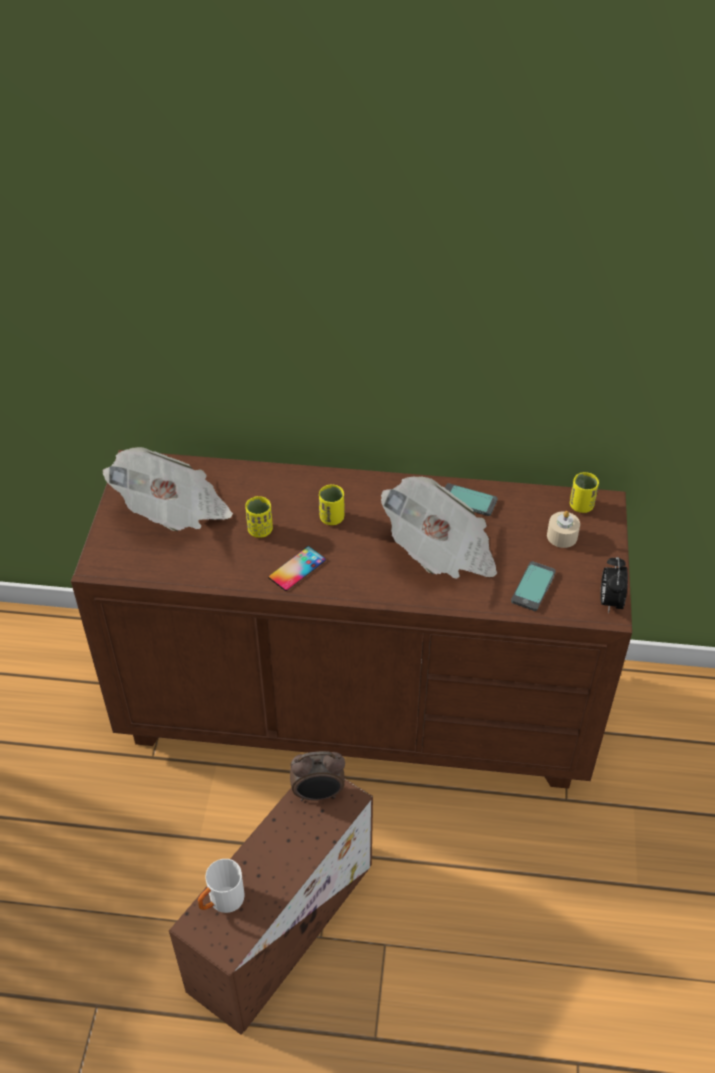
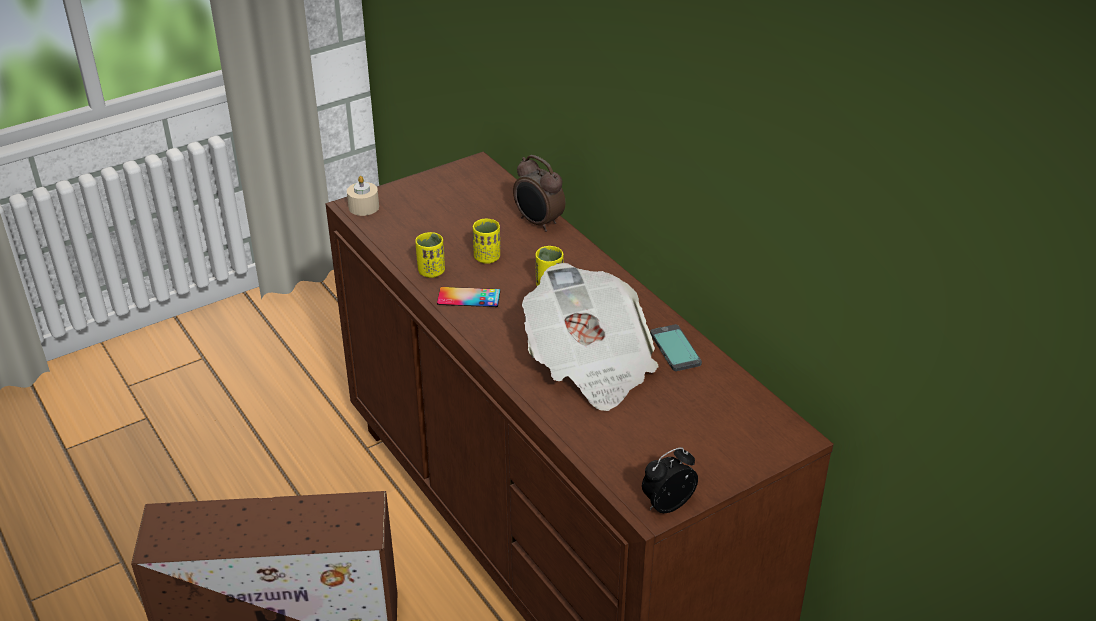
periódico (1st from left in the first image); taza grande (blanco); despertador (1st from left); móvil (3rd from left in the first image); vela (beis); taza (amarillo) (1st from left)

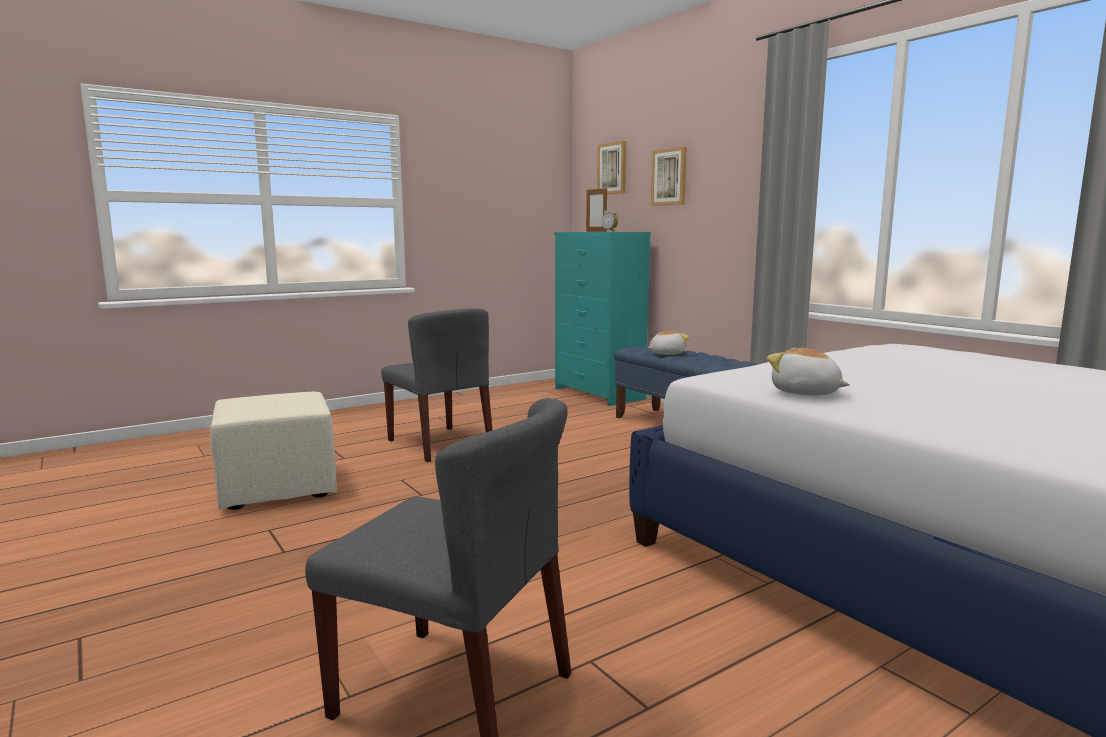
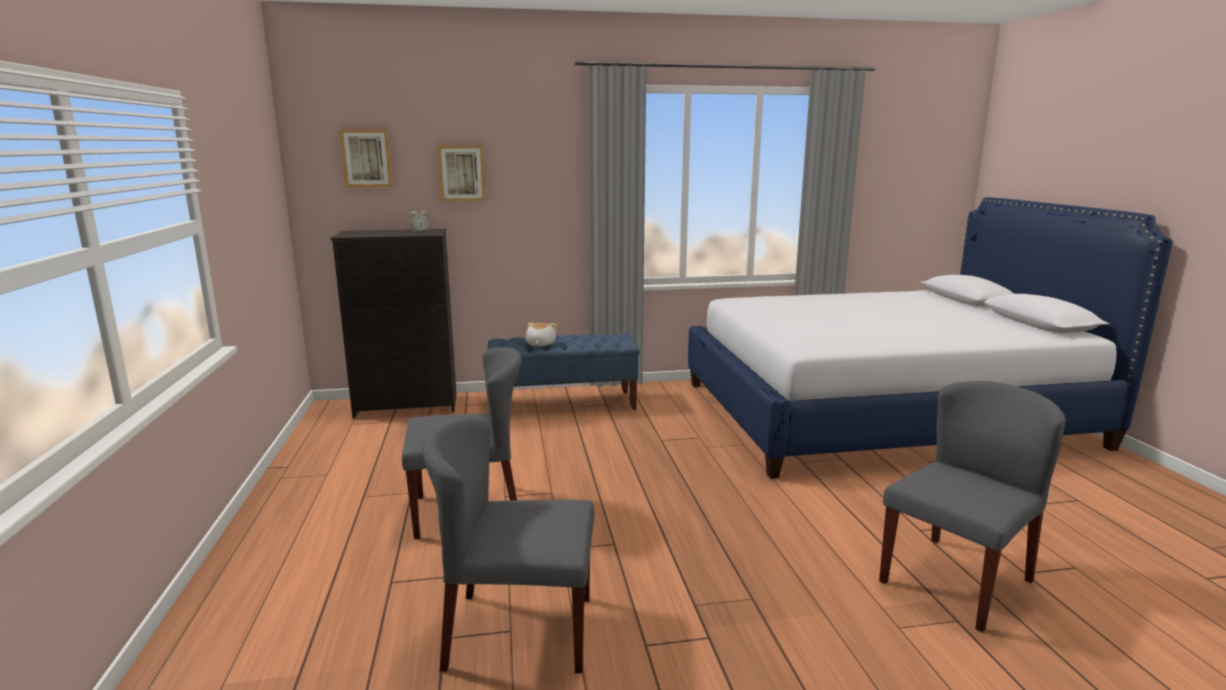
silla (gris) (2nd from left); cómoda (negro); portarretratos; peluche (2nd from left in the first image)

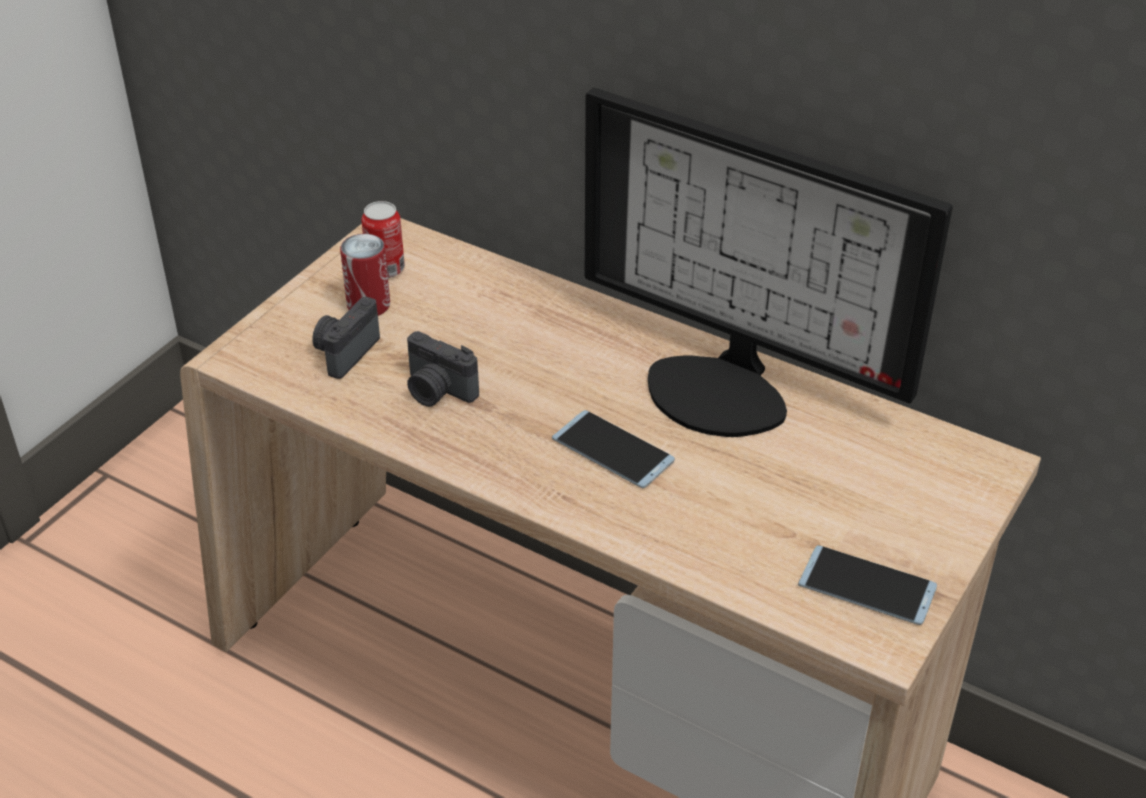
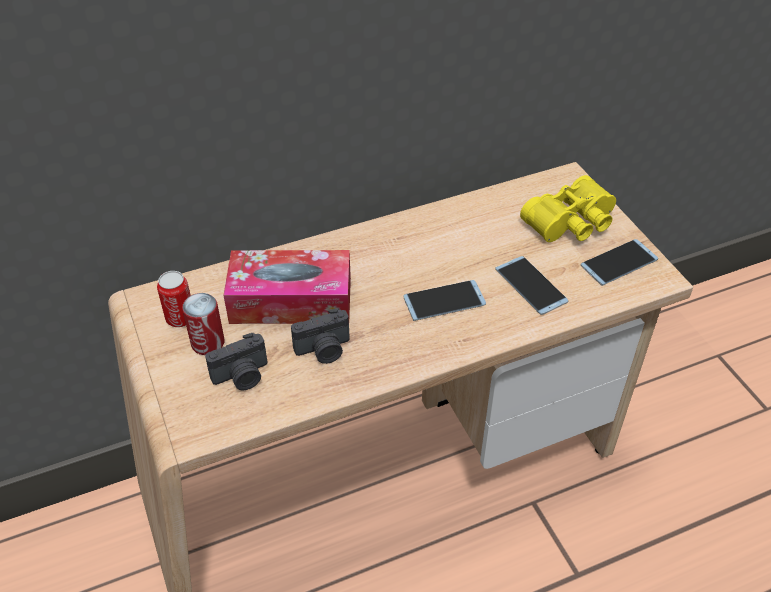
cámara (1st from left); monitor; caja de pañuelos; móvil (2nd from left); prismáticos (amarillo)

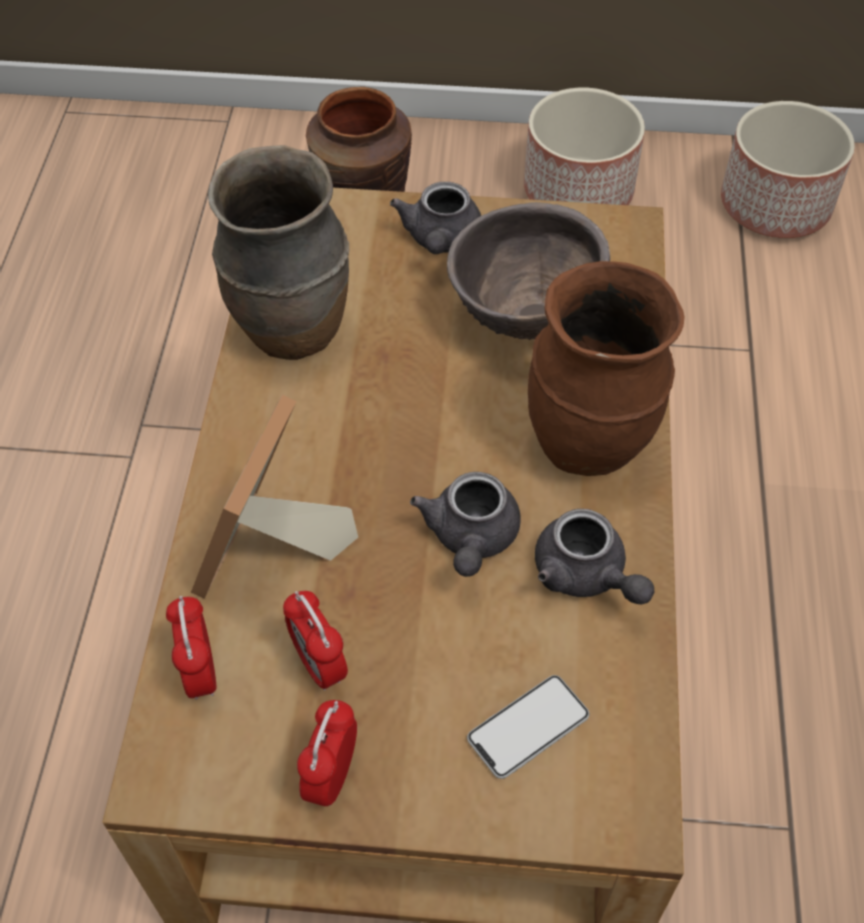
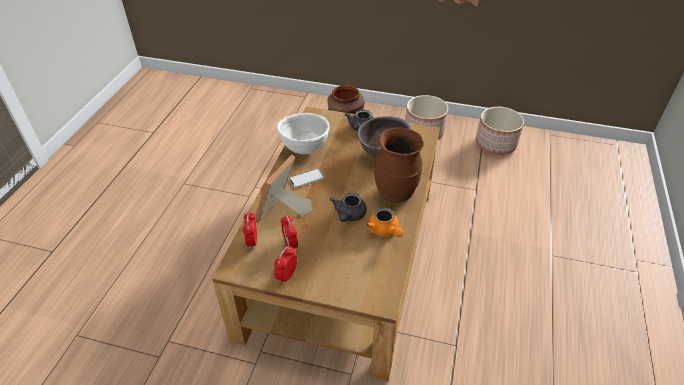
cuenco (blanco); móvil; tetera (naranja)

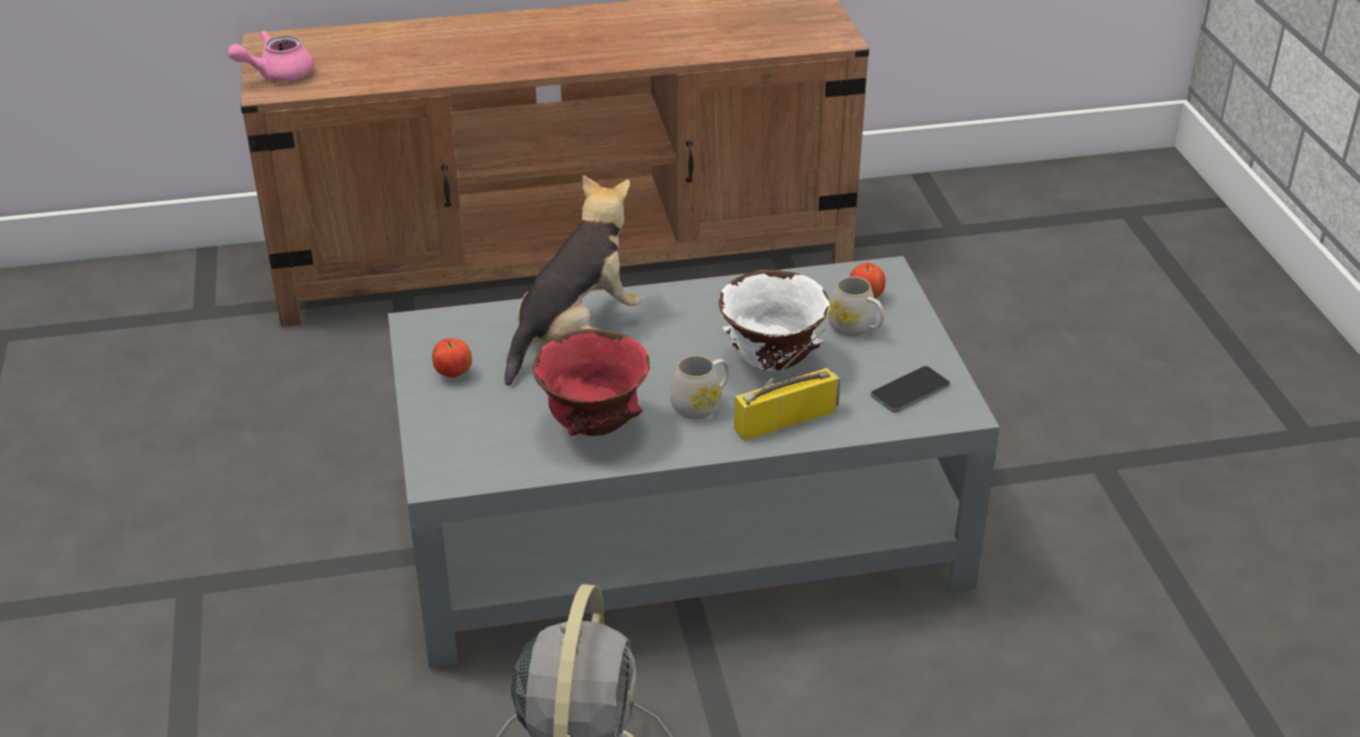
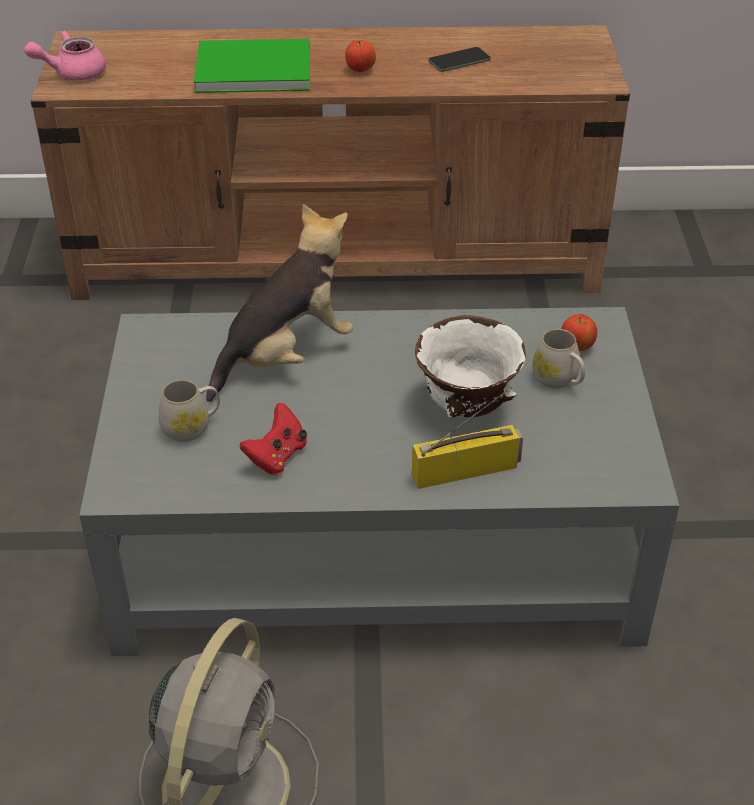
manzana (1st from left); mando de consola (rojo); taza grande (blanco) (1st from left); móvil; libro (verde)

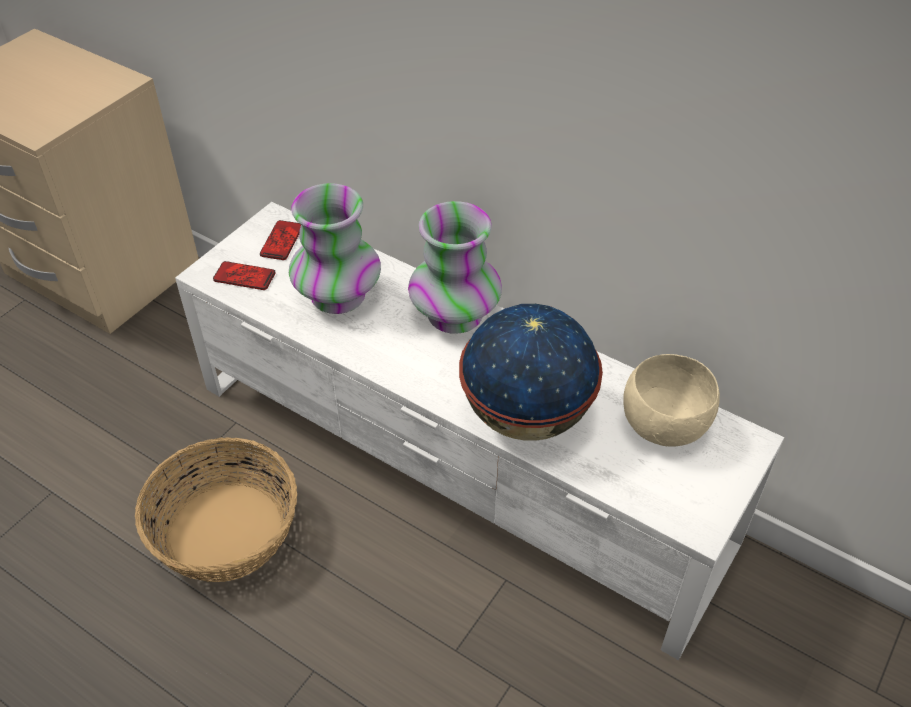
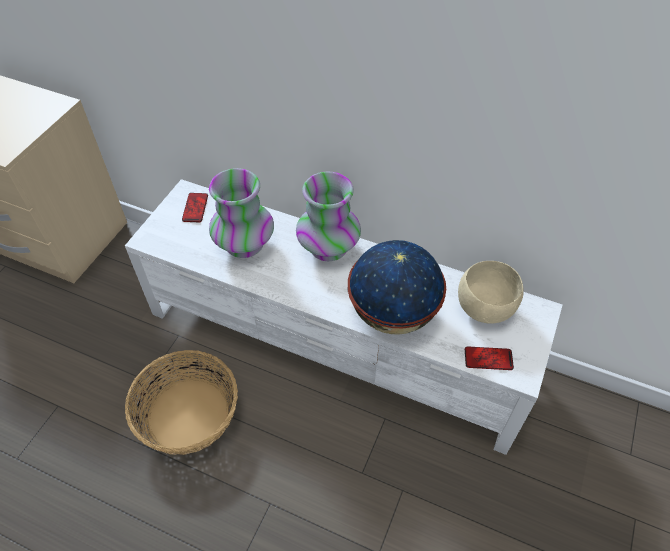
móvil (2nd from left)

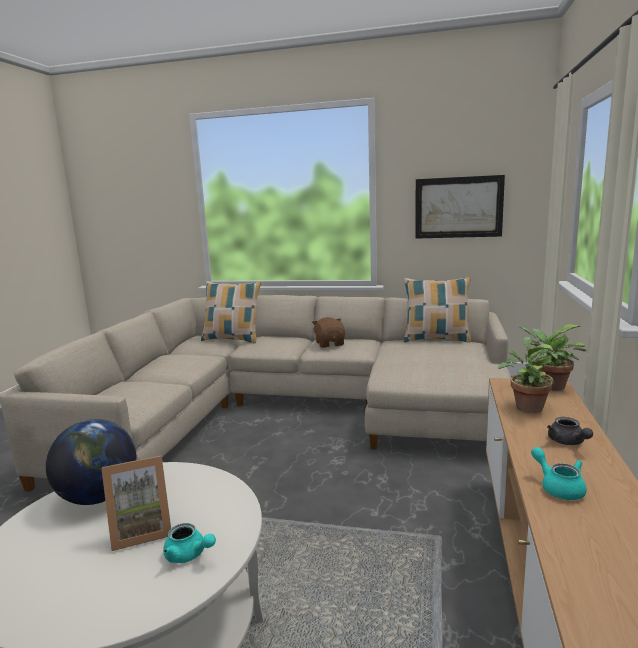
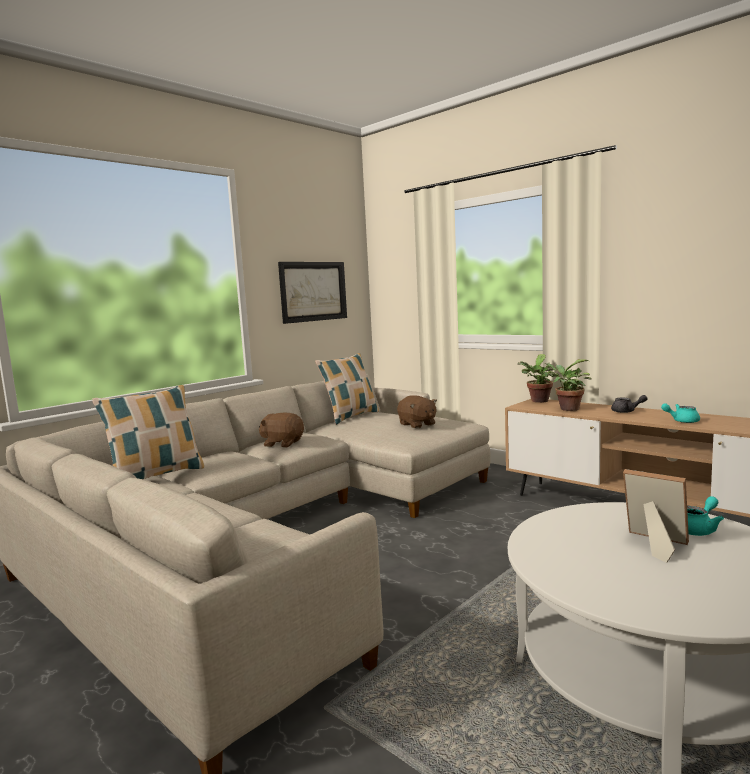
globo terráqueo; portarretratos; peluche (marrón) (2nd from left)

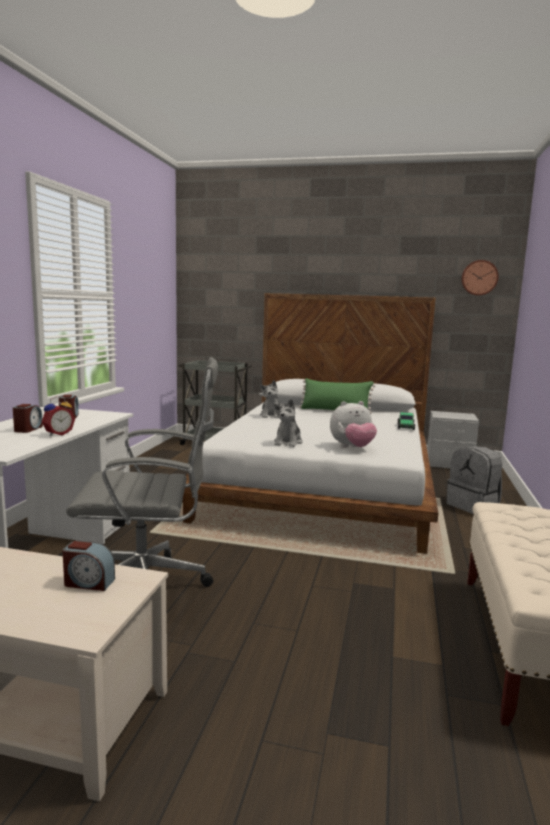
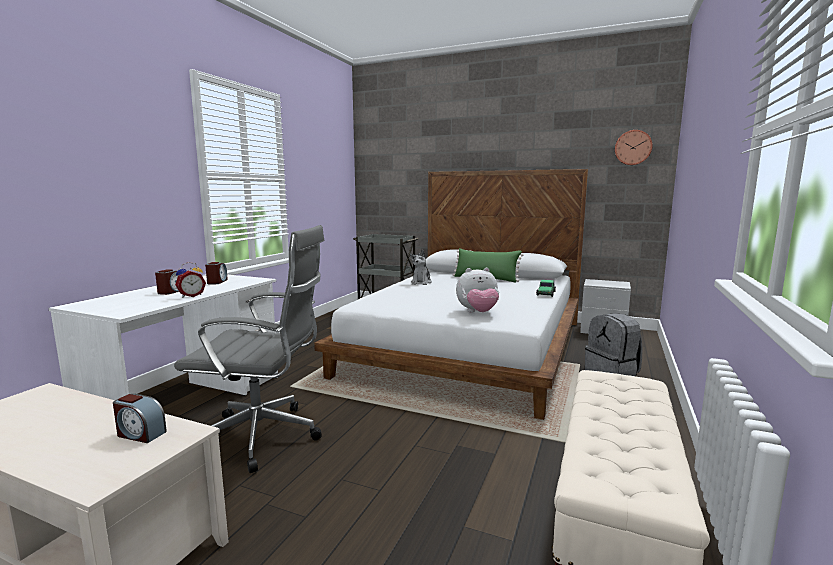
peluche (2nd from left in the first image)

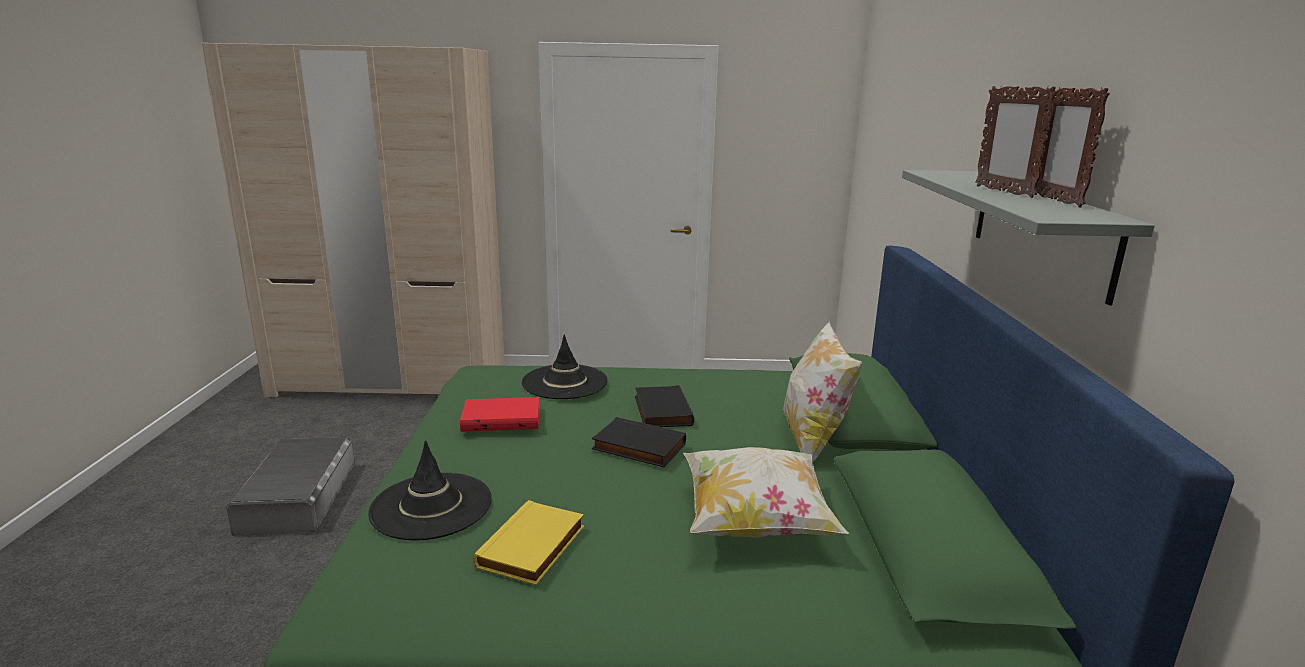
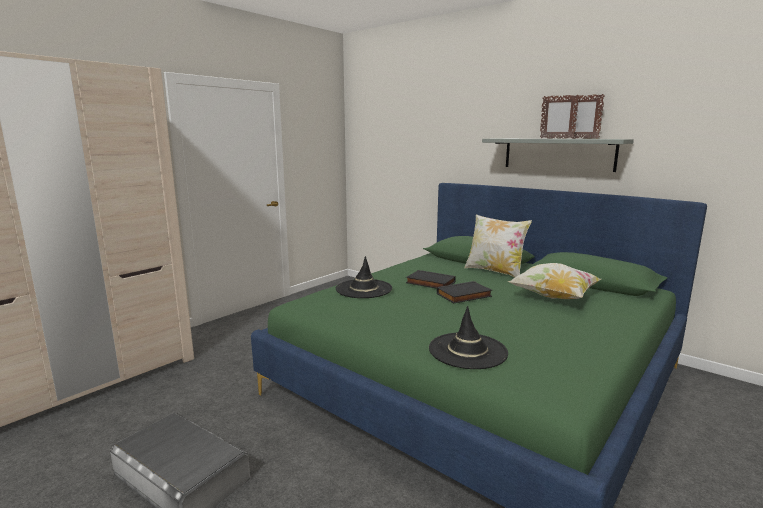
libro (rojo); libro (amarillo)

